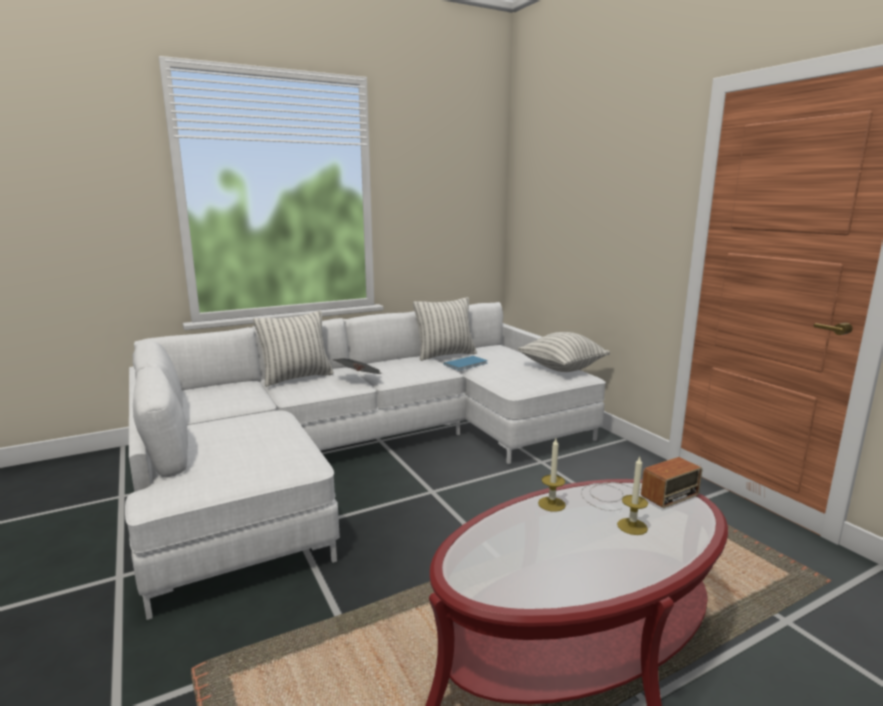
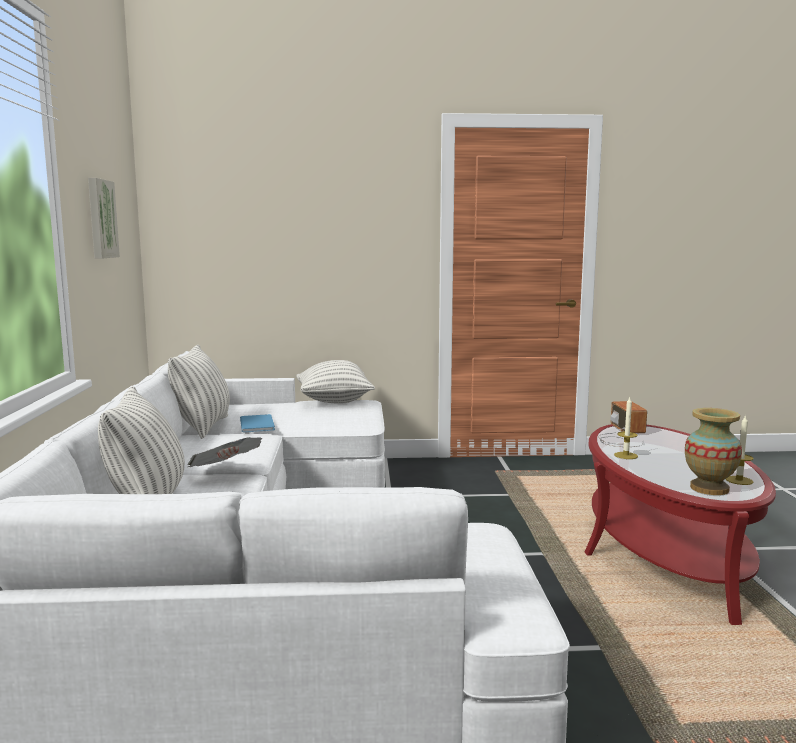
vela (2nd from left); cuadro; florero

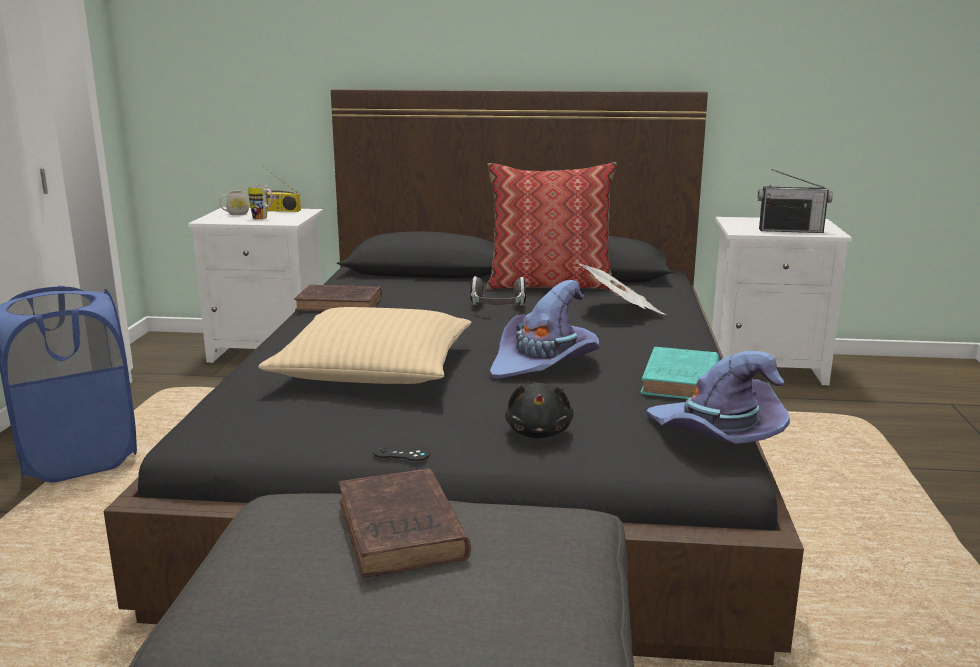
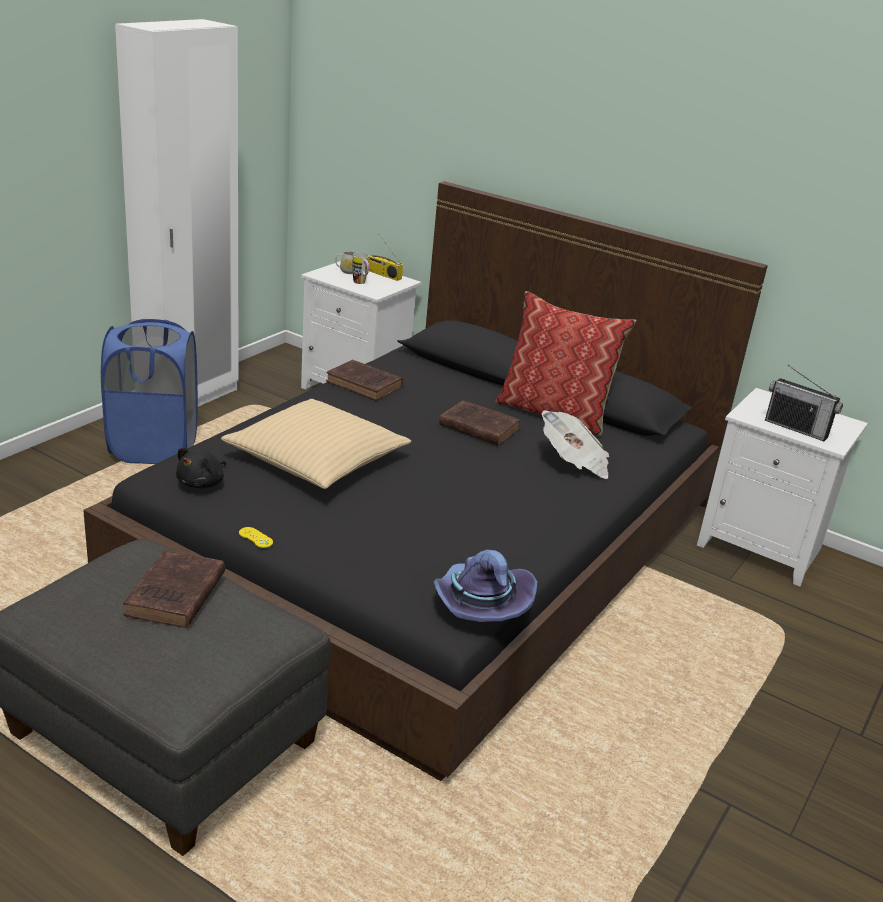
mando de consola (amarillo); libro (marrón) (3rd from left); sombrero (morado) (1st from left in the first image); peluche (negro); libro (turquesa)

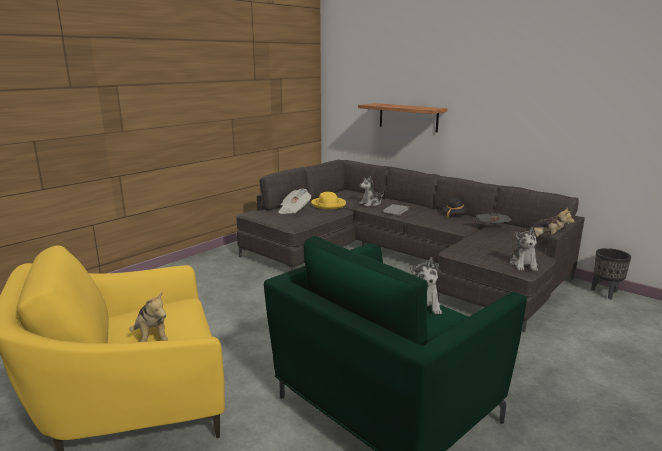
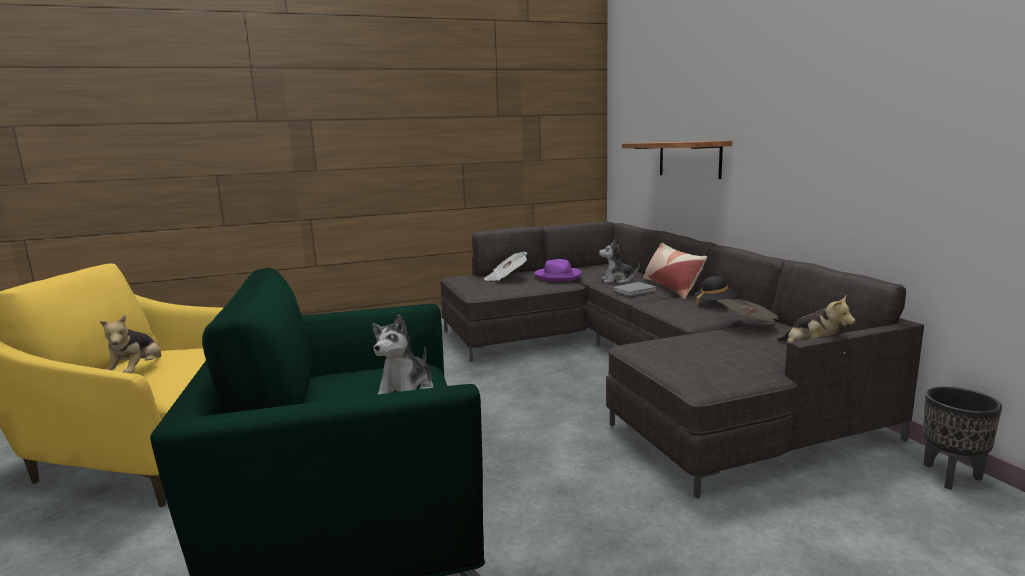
sombrero (morado); peluche (4th from left in the first image); cojín

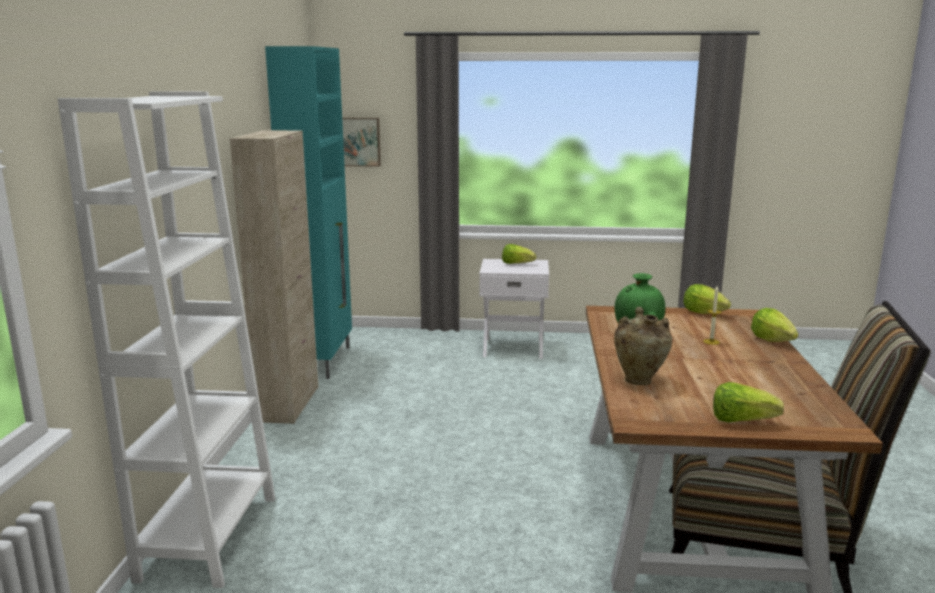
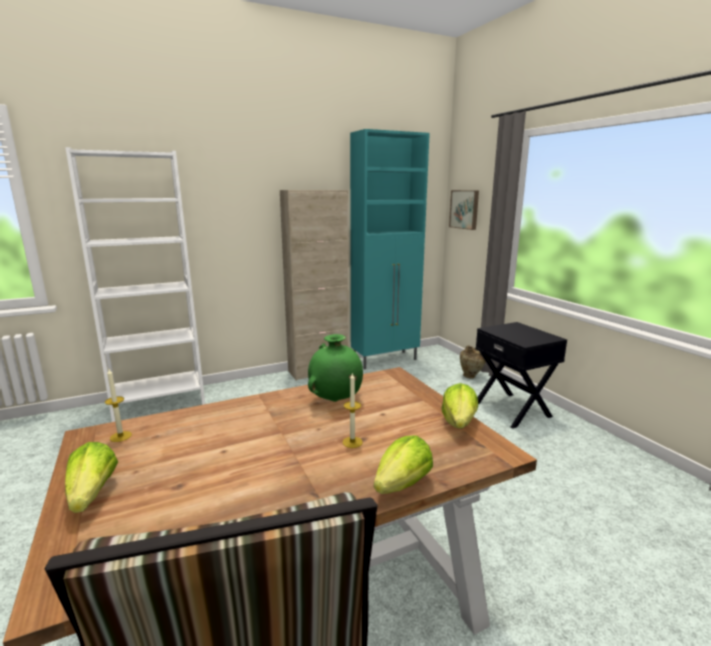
mesita de noche (negro); lechuga (1st from left in the first image); florero (beis); vela (1st from left)

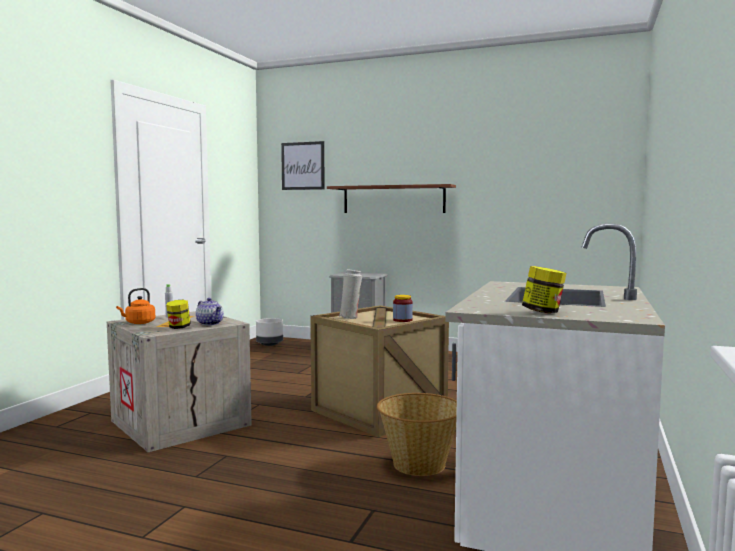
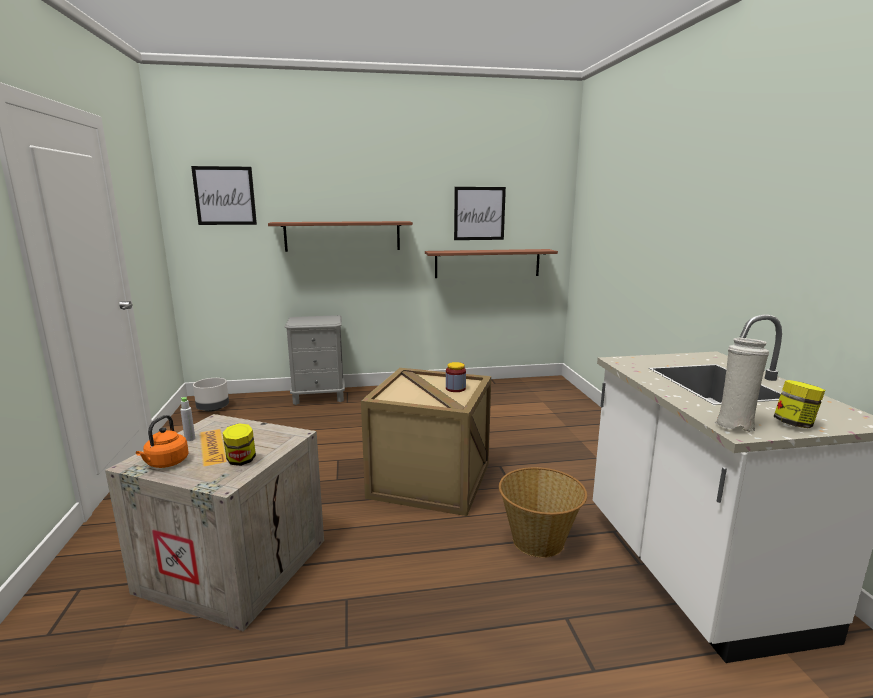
tetera; florero (blanco); estante (2nd from left); cuadro (2nd from left)

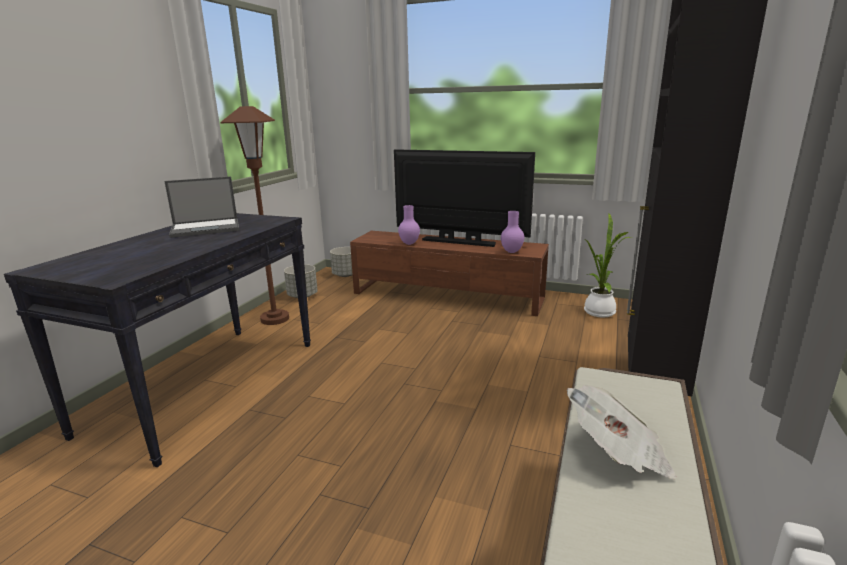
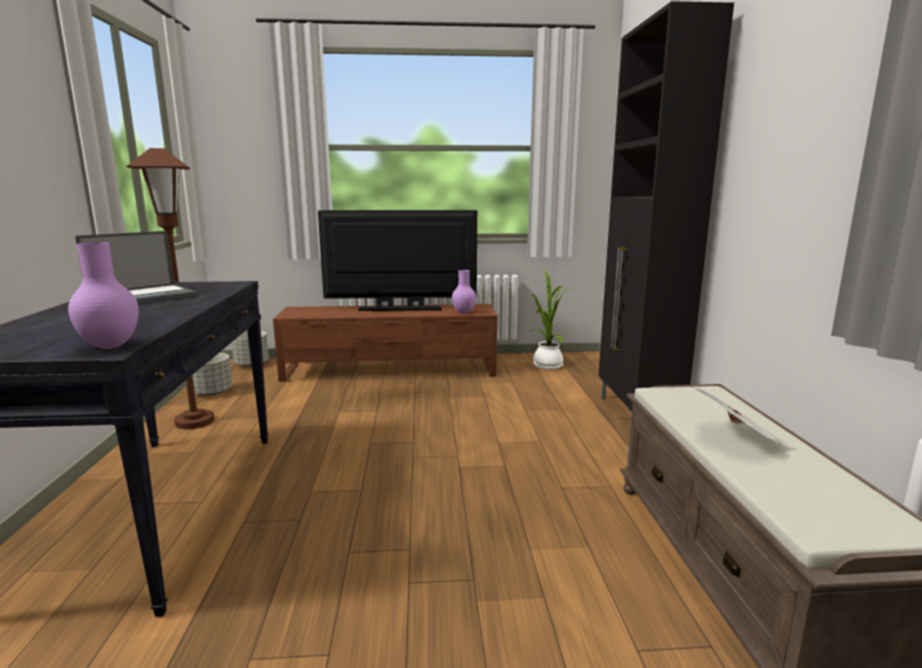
florero (morado) (1st from left)

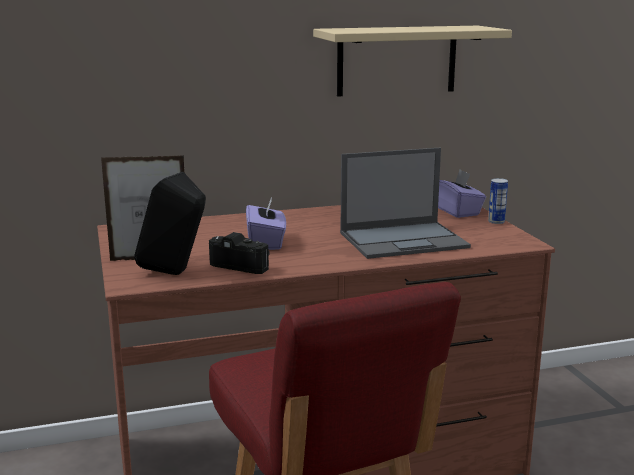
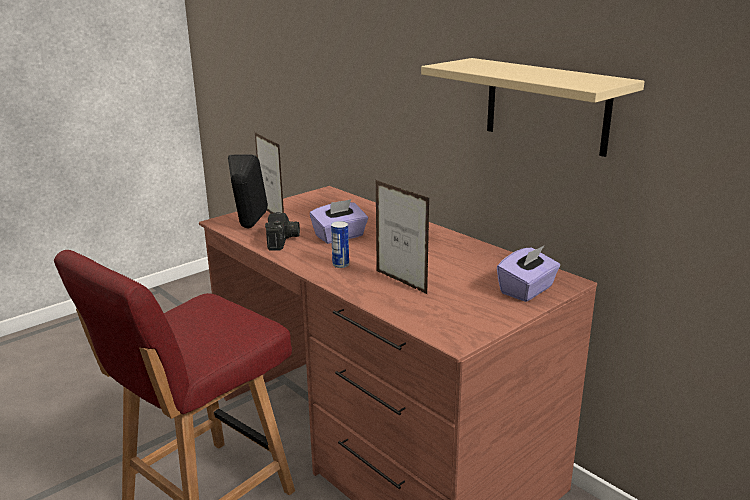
portarretratos (2nd from left); lata

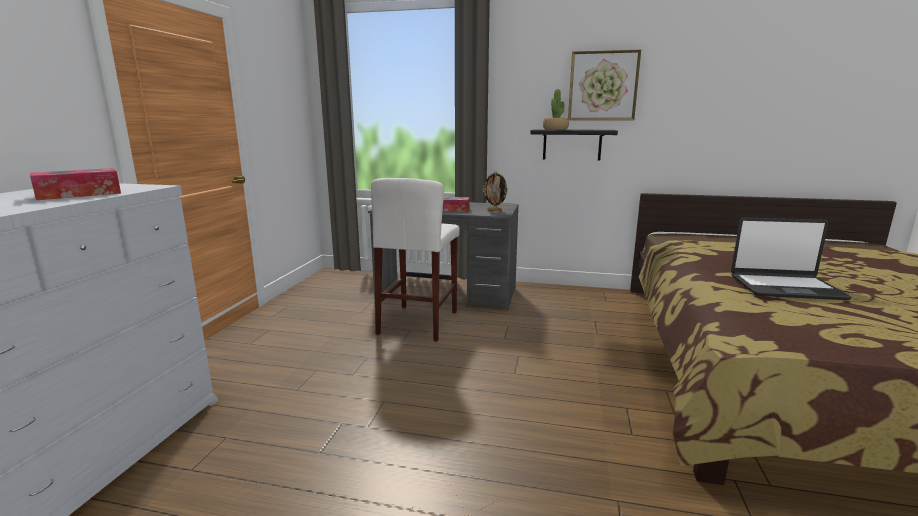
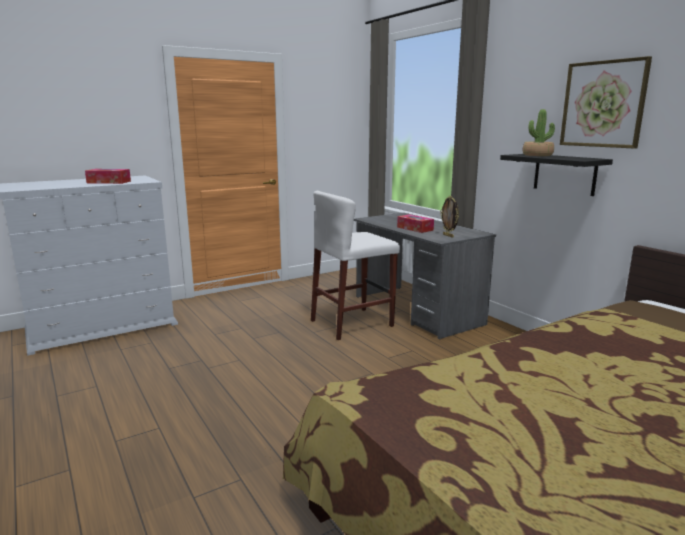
portátil

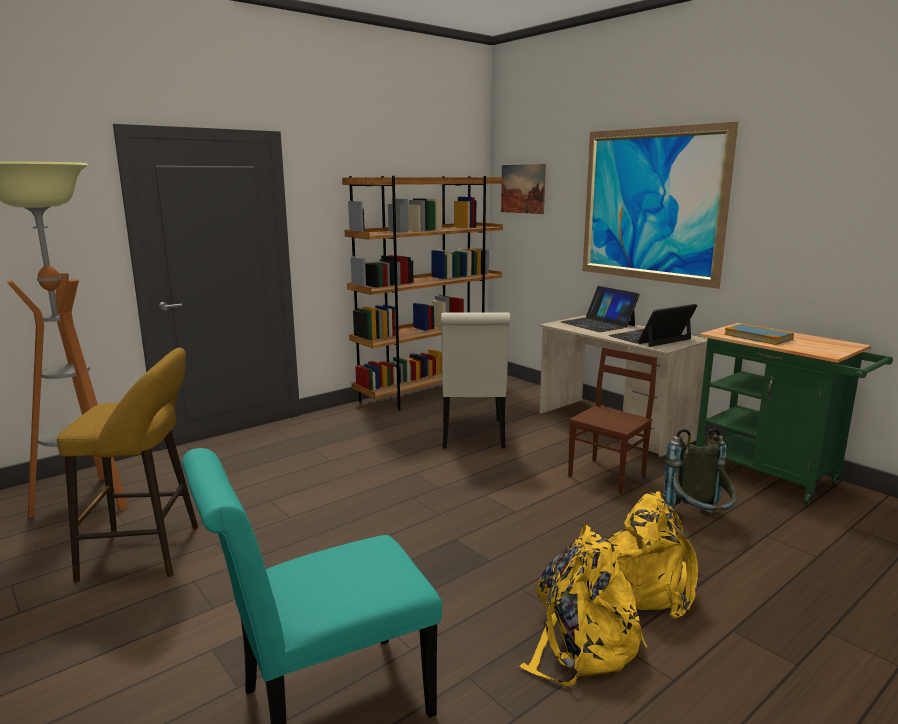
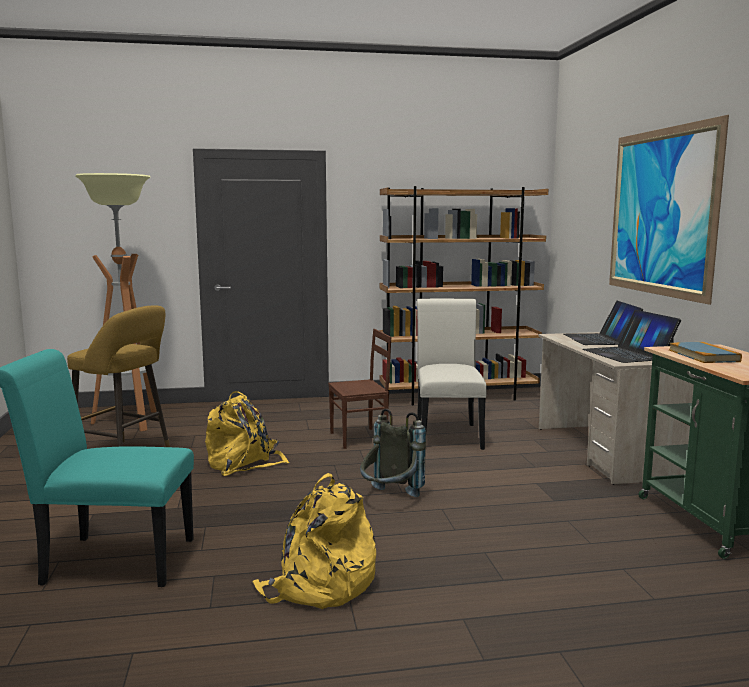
silla (blanco); cuadro (1st from left in the first image); silla (marrón); mochila (amarillo) (1st from left); portátil (2nd from left); mochila (gris)

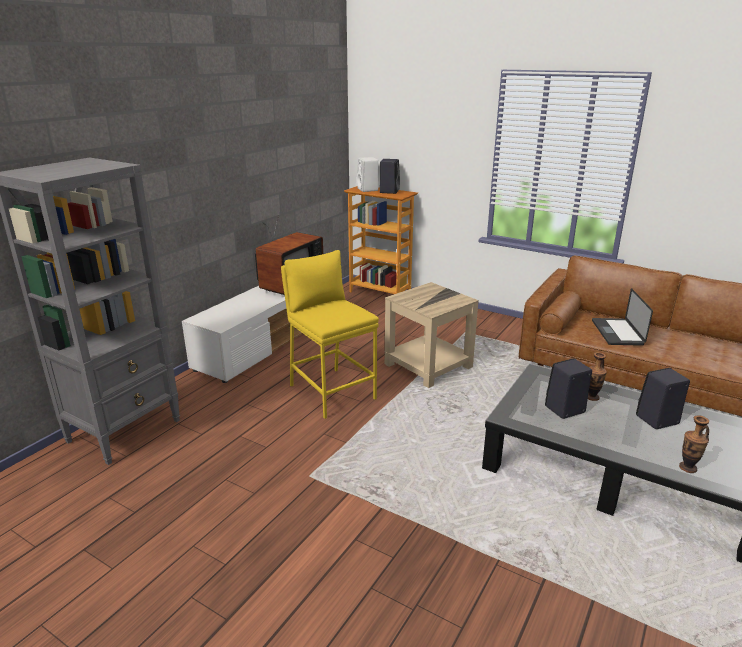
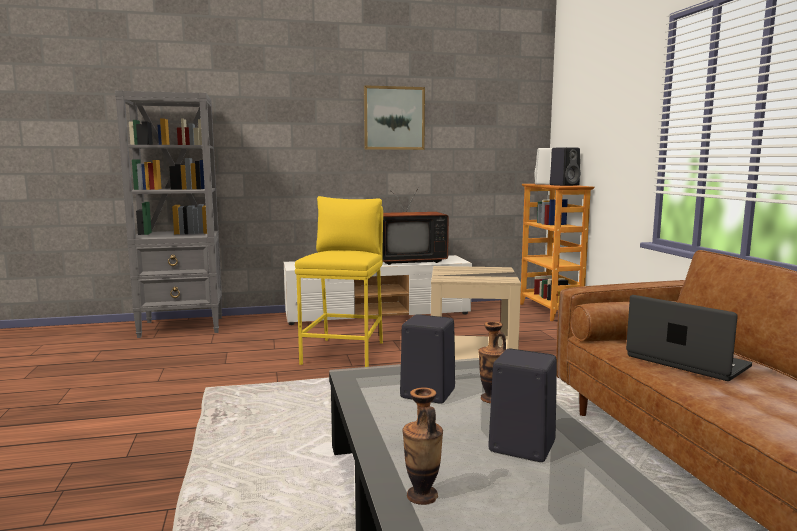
portátil; cuadro

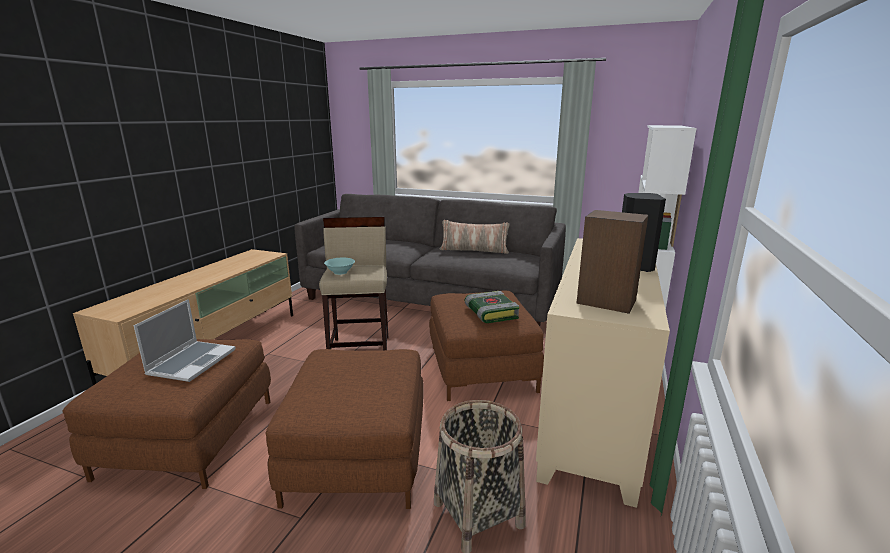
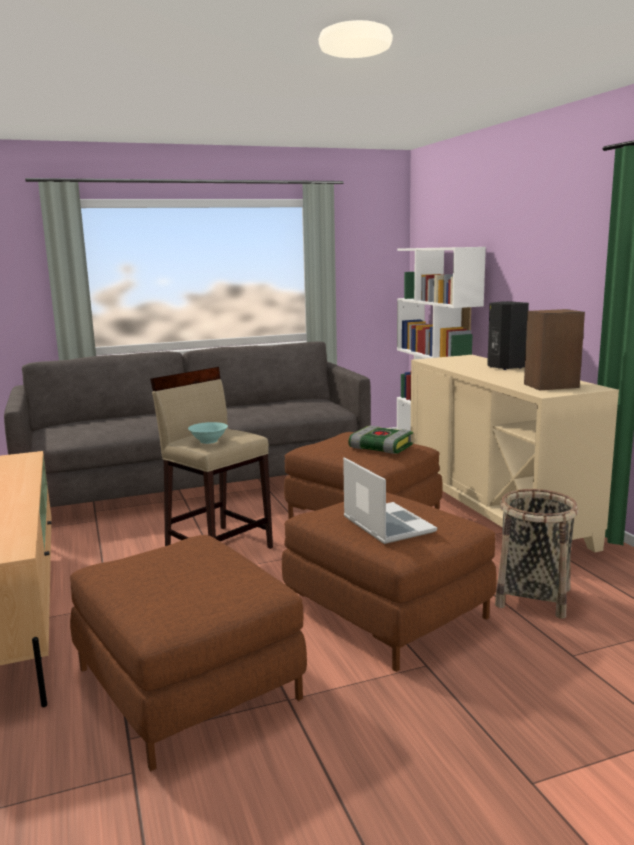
portátil; cojín

